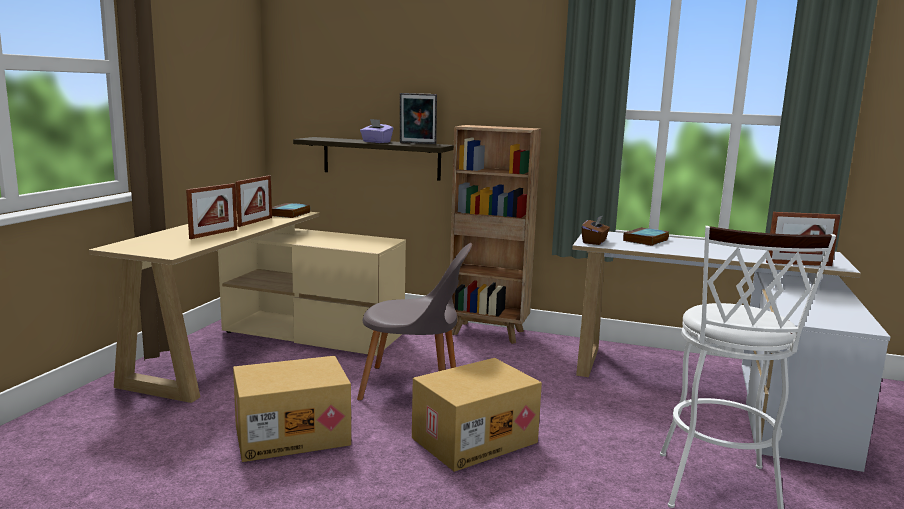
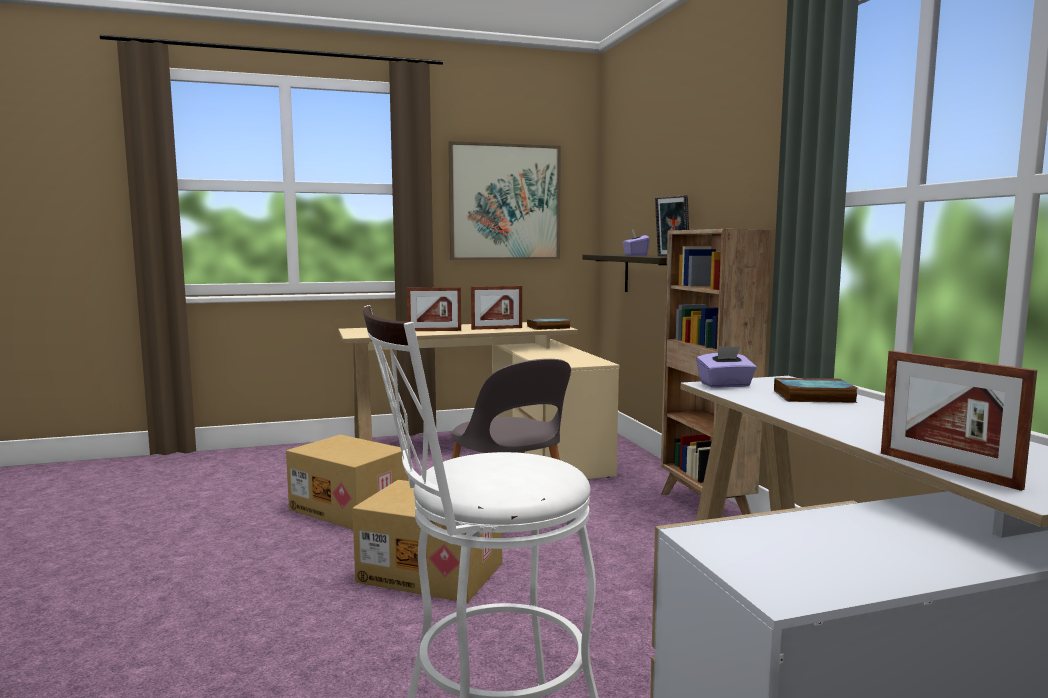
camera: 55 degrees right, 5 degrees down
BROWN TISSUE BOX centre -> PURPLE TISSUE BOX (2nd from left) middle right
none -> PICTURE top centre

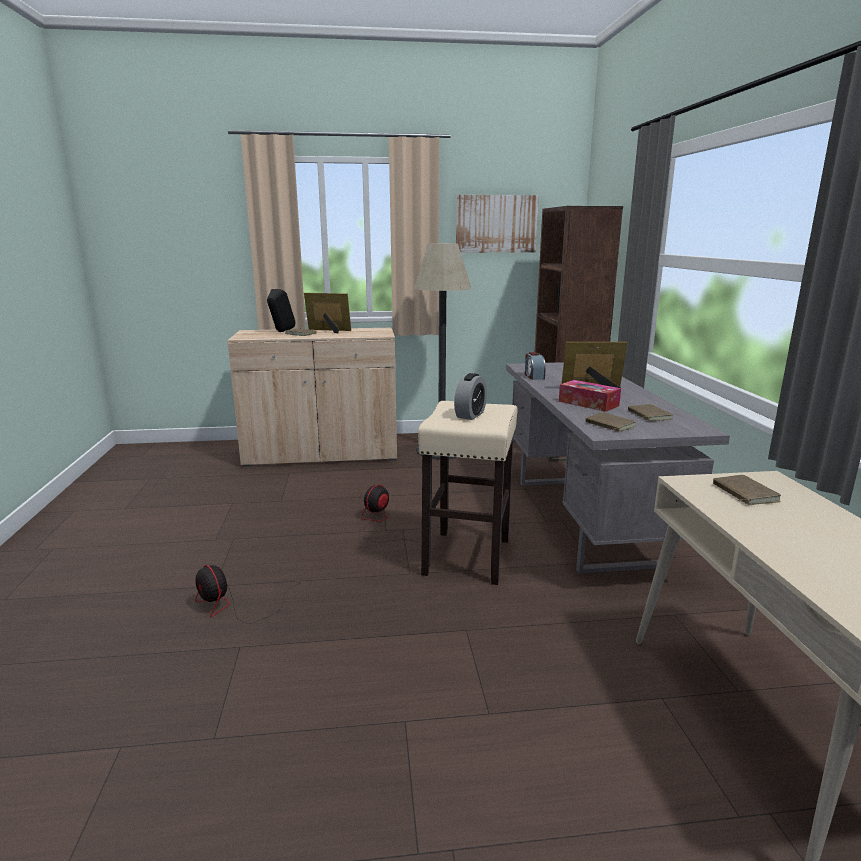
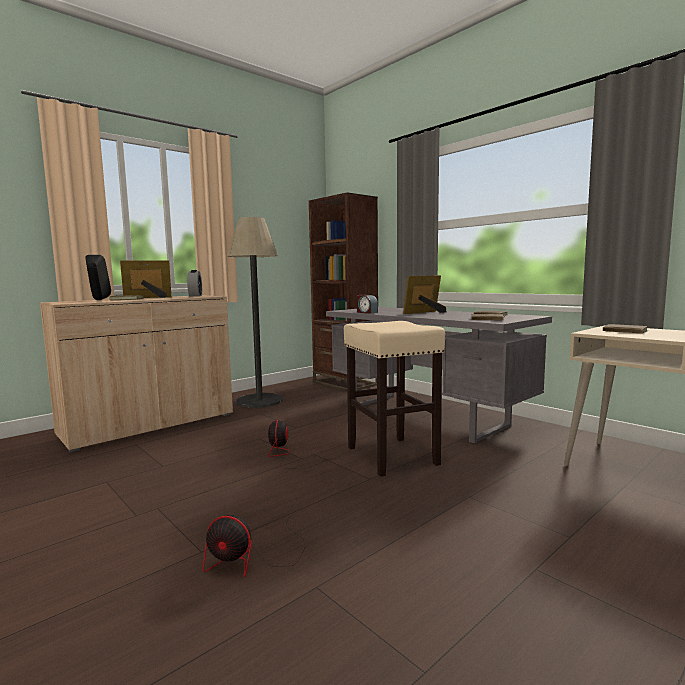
camera: 35 degrees left, 10 degrees down
PICTURE top centre -> none
ALARM CLOCK (1st from left) centre -> ALARM CLOCK (1st from left) middle left, moved
TISSUE BOX middle right -> none

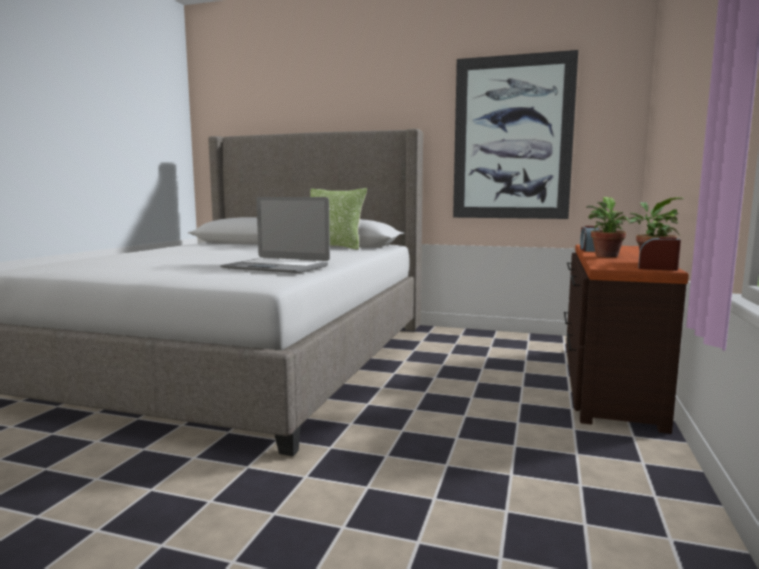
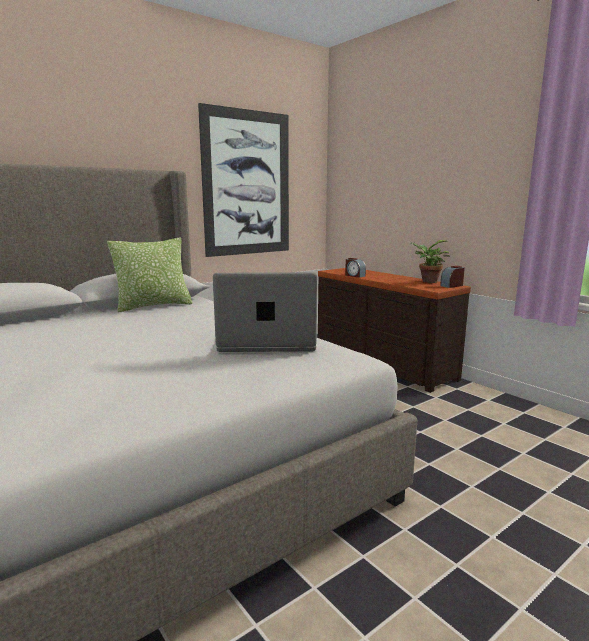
camera: 55 degrees left, 5 degrees up
LAPTOP centre, 150 degrees counterclockwise
POTTED PLANT (1st from left) middle right -> none

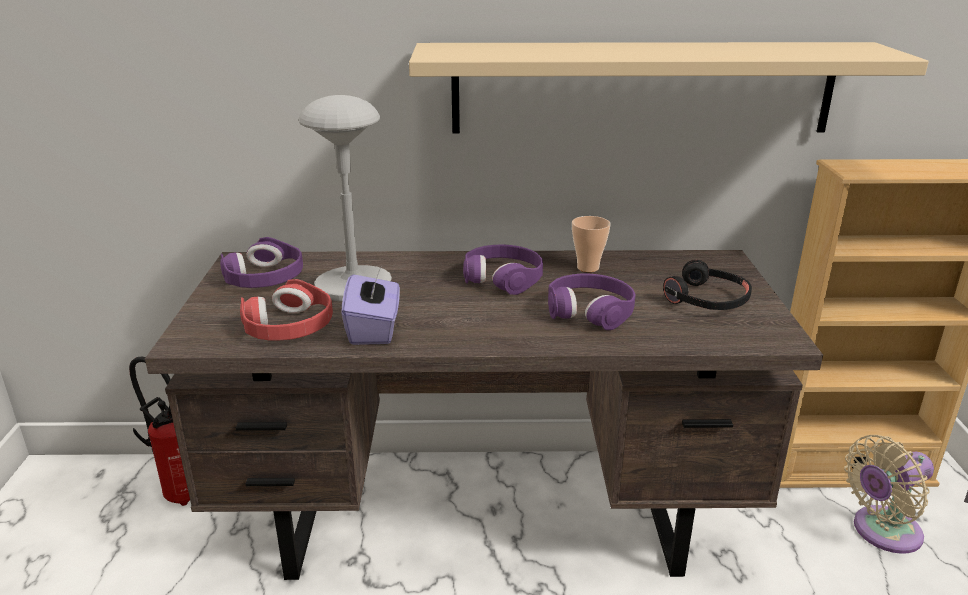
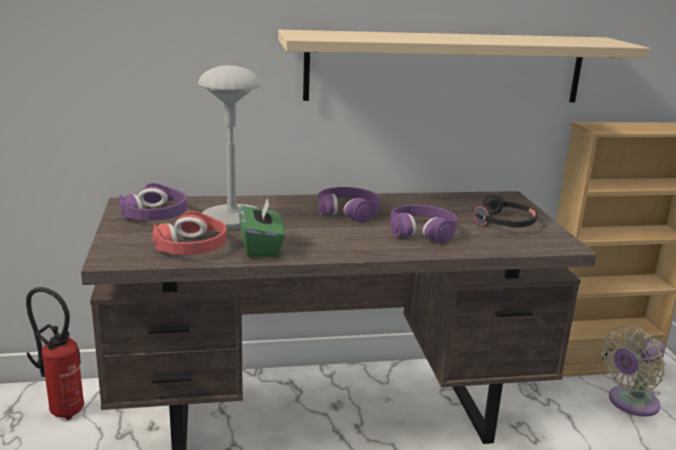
camera: 10 degrees left, 5 degrees down
CUP centre -> none
PURPLE TISSUE BOX centre -> GREEN TISSUE BOX centre

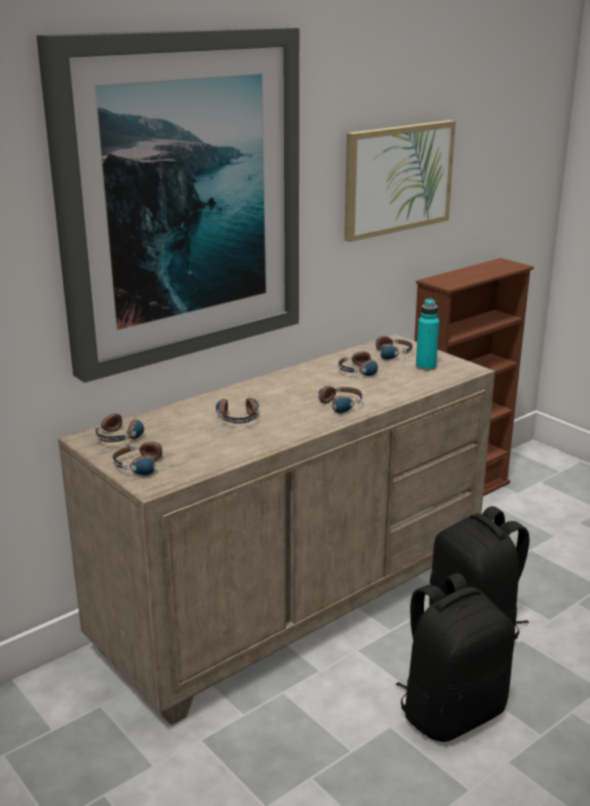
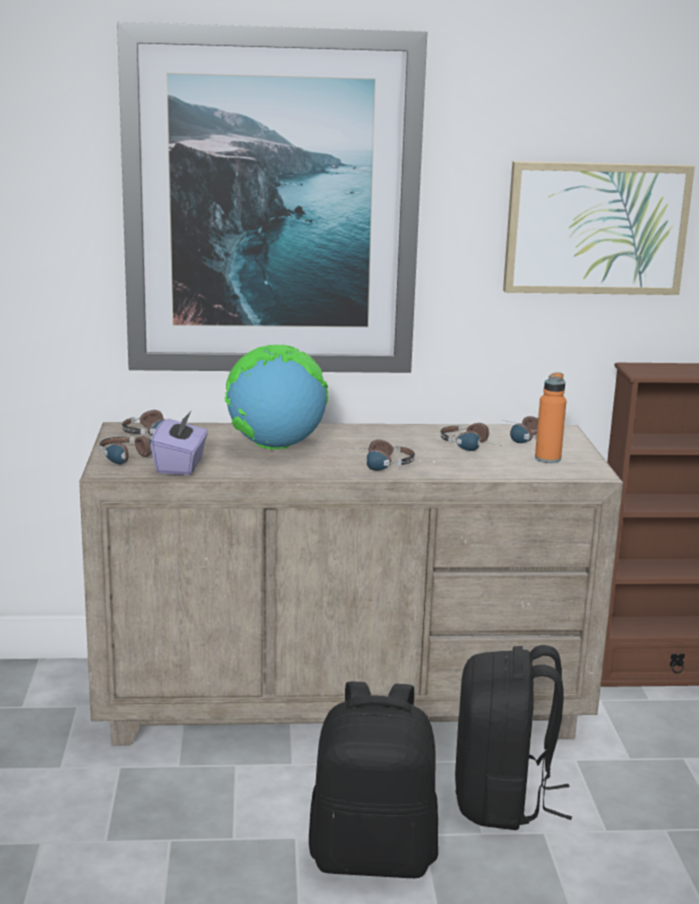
camera: 35 degrees right, 5 degrees down
TURQUOISE BOTTLE middle right -> ORANGE BOTTLE middle right
HEADPHONES (3rd from left) centre -> GLOBE centre
none -> PURPLE TISSUE BOX middle left

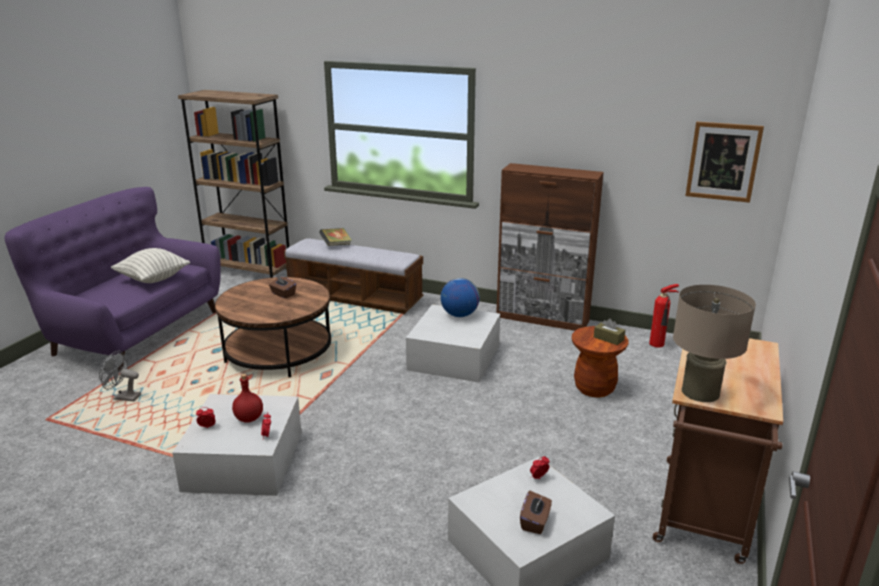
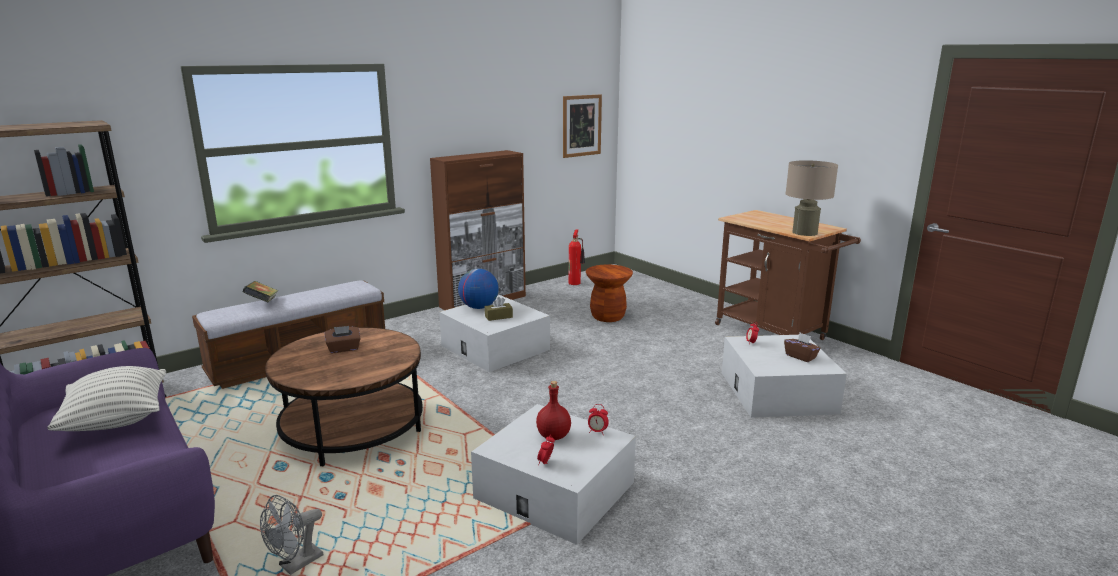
camera: 60 degrees left, 5 degrees down
BROWN TISSUE BOX (3rd from left in the first image) middle right -> BROWN TISSUE BOX (2nd from left) centre, moved

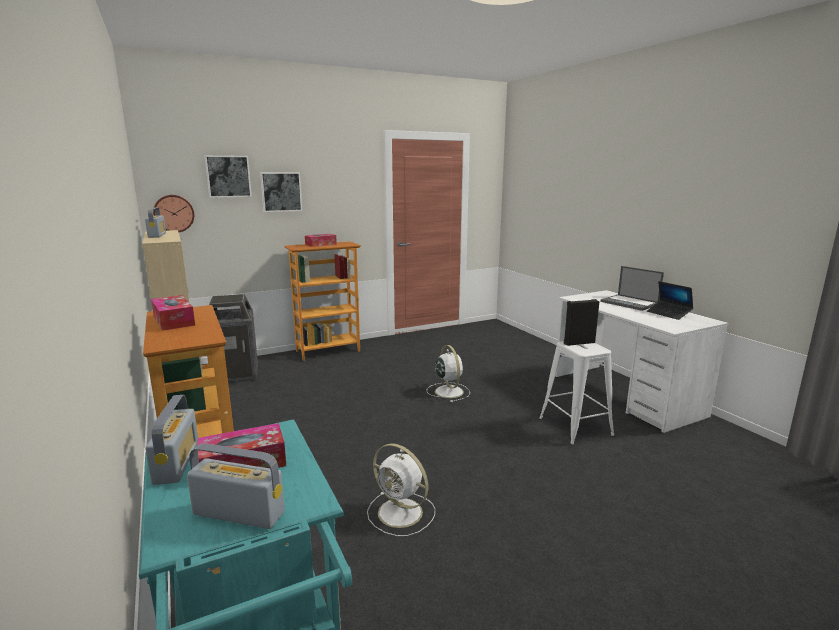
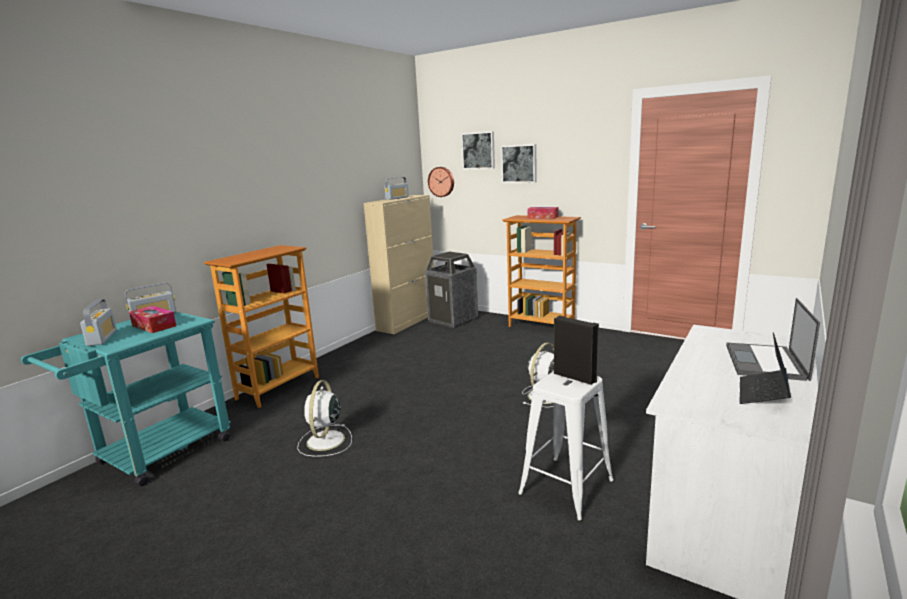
camera: 60 degrees right, 0 degrees up
TISSUE BOX (1st from left) middle left -> none

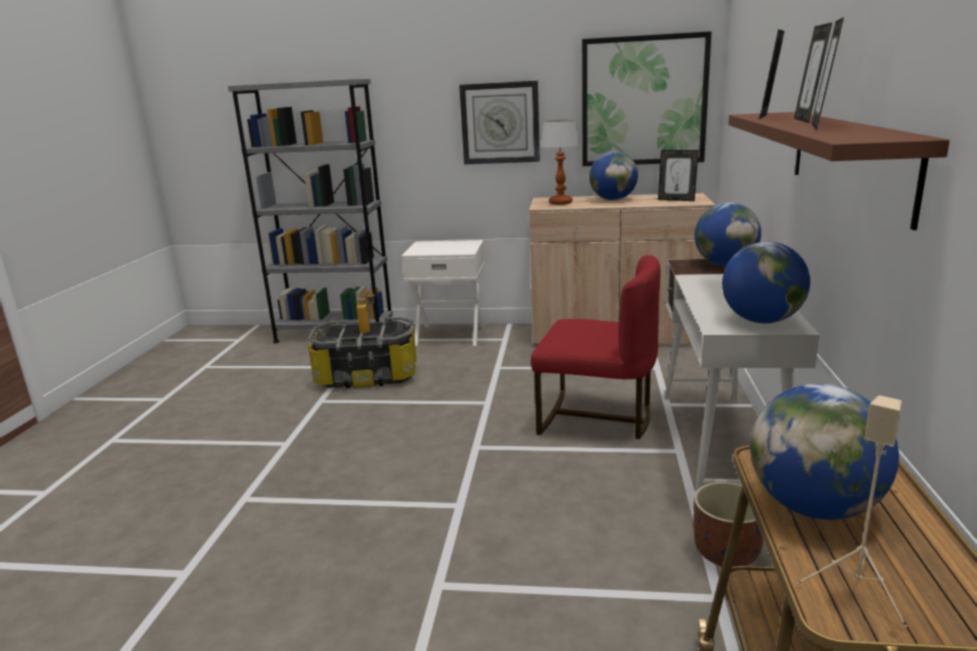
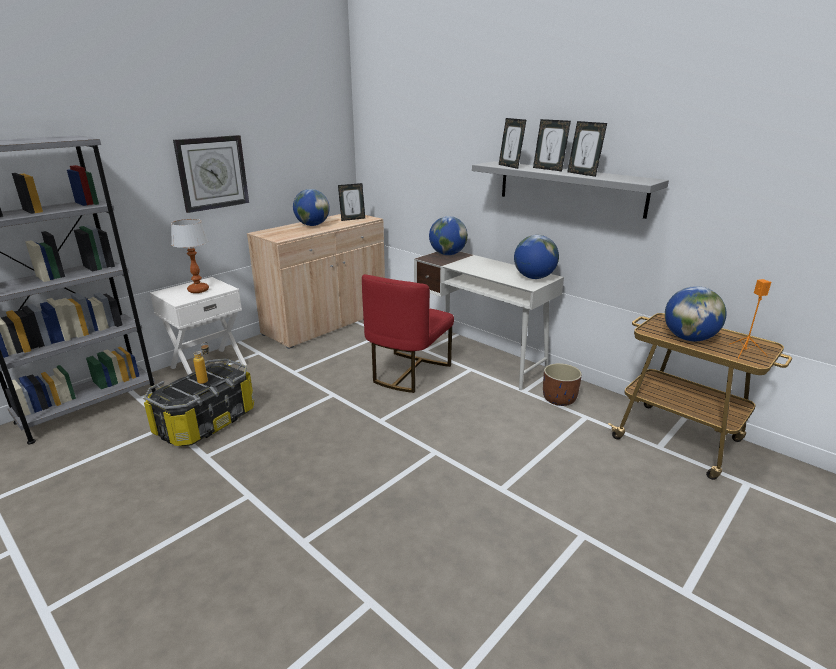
camera: 55 degrees left, 5 degrees up
PICTURE top centre -> none
BROWN SHELF top right -> GREY SHELF top right
TABLE LAMP top centre -> TABLE LAMP middle left, moved
RED CHAIR centre, 150 degrees clockwise
BEIGE SPEAKER bottom right -> ORANGE SPEAKER middle right

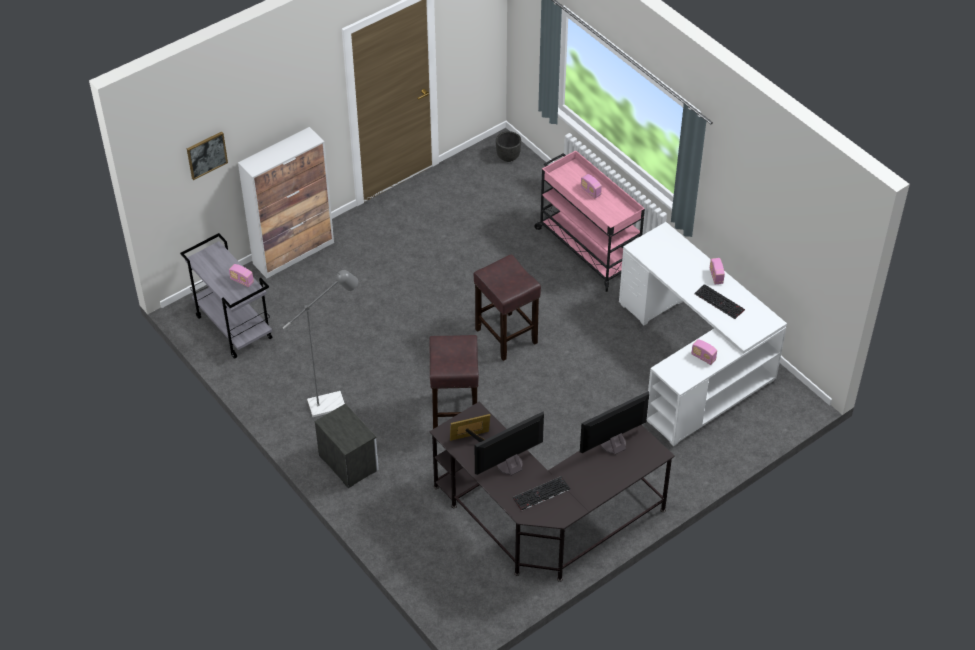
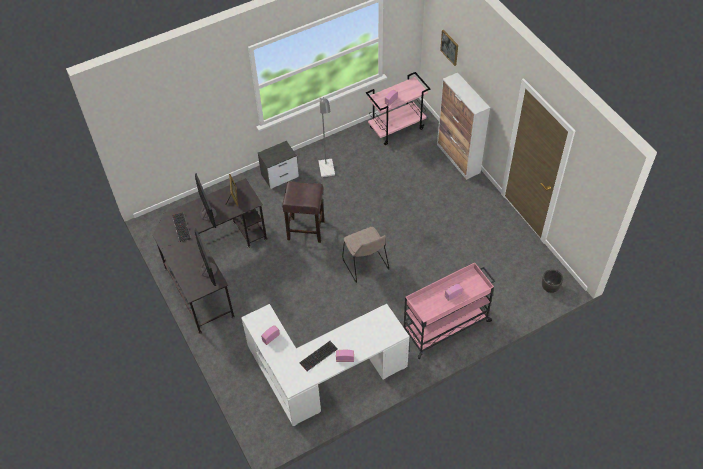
camera: 100 degrees right, 5 degrees up
GREY CART middle left -> PINK CART (1st from left) top centre
BROWN STOOL (2nd from left) centre -> BEIGE CHAIR centre

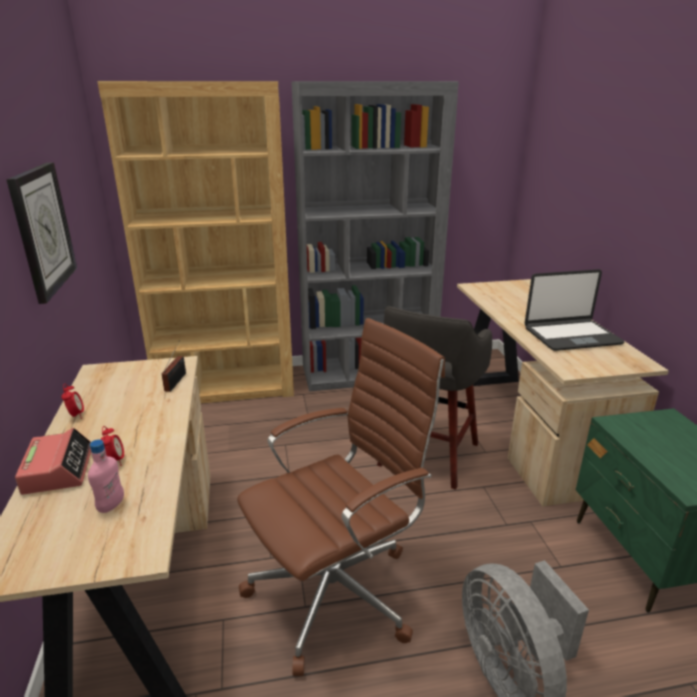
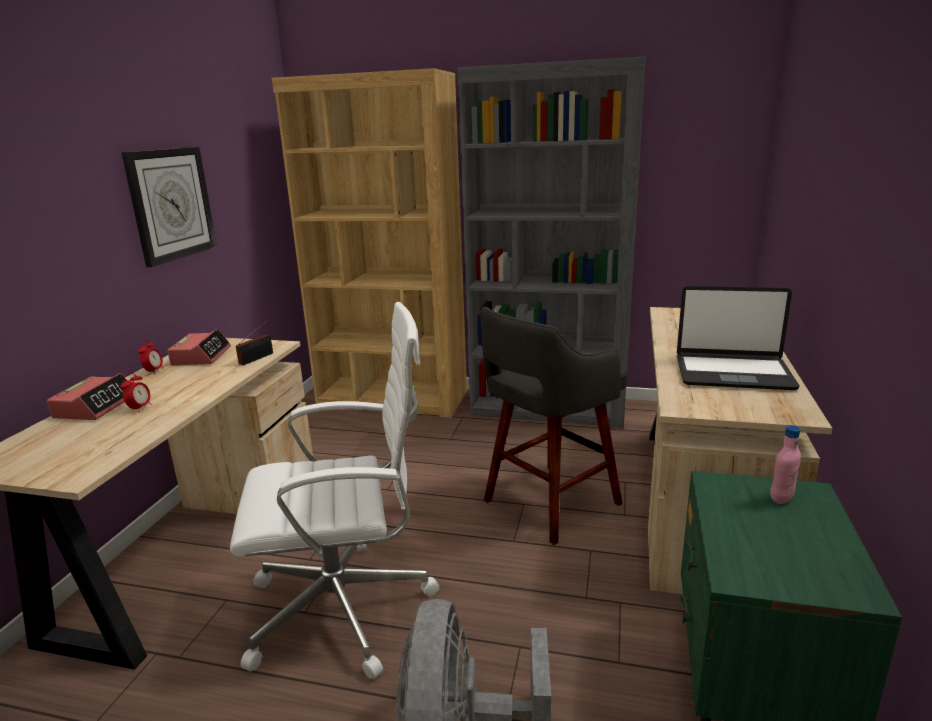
camera: 25 degrees right, 5 degrees down
BROWN OFFICE CHAIR bottom centre -> WHITE OFFICE CHAIR bottom centre
PINK BOTTLE bottom left -> PINK BOTTLE middle right, moved
none -> ALARM CLOCK (4th from left) middle left

